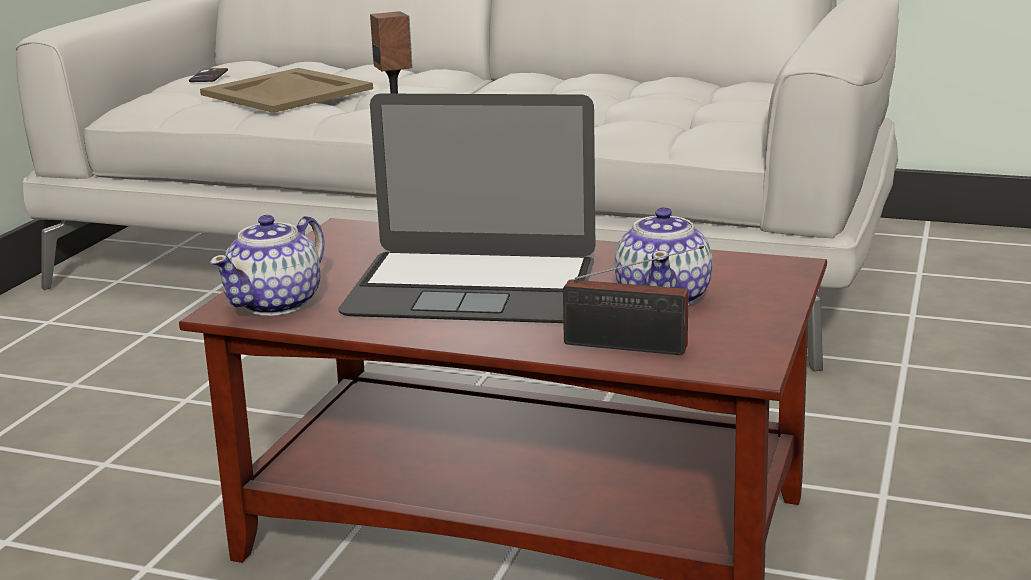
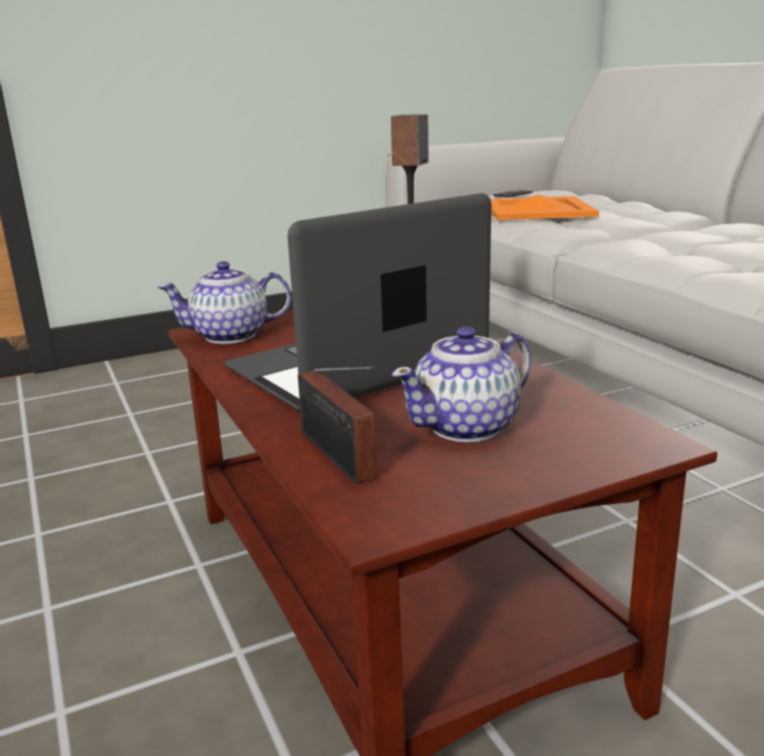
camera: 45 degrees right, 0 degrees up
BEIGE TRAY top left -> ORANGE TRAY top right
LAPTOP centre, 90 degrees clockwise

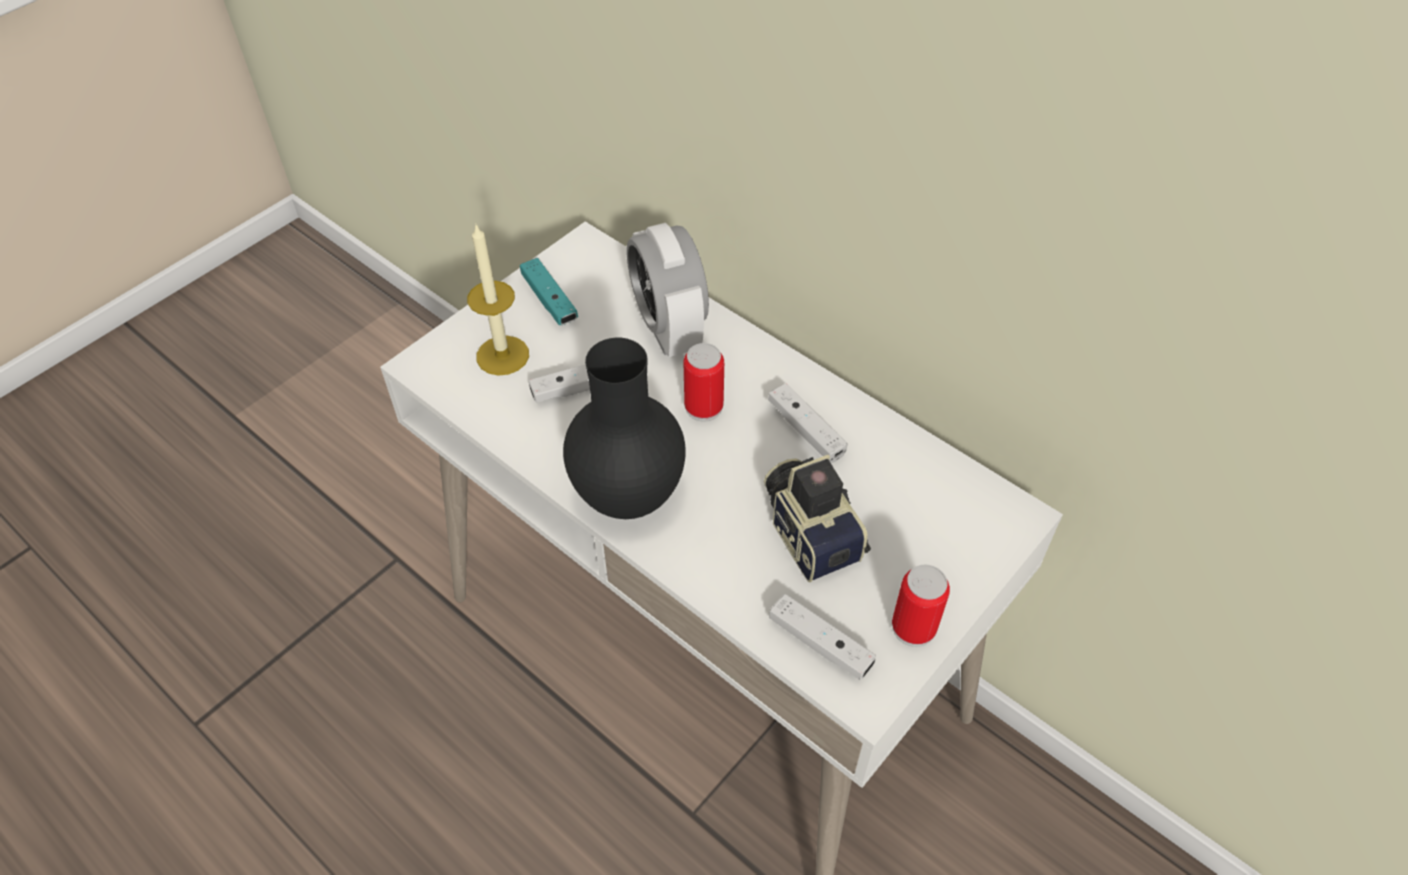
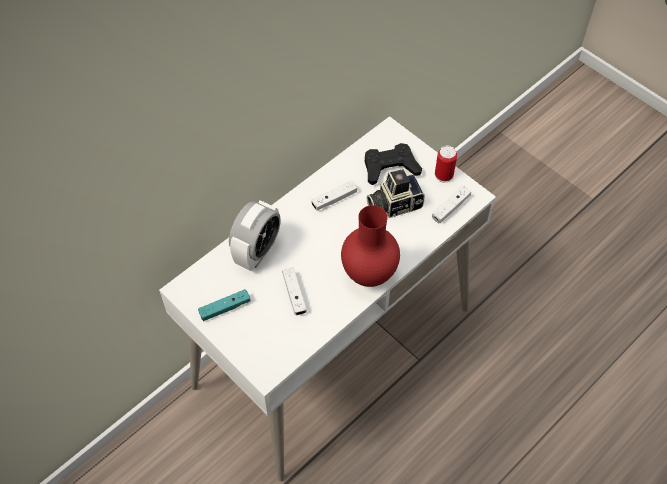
camera: 85 degrees left, 5 degrees up
CANDLE centre -> none
ALARM CLOCK top centre -> ALARM CLOCK centre, 45 degrees counterclockwise
BLACK VASE centre -> RED VASE centre
CAN (1st from left) centre -> none
none -> BLACK GAME CONTROLLER centre

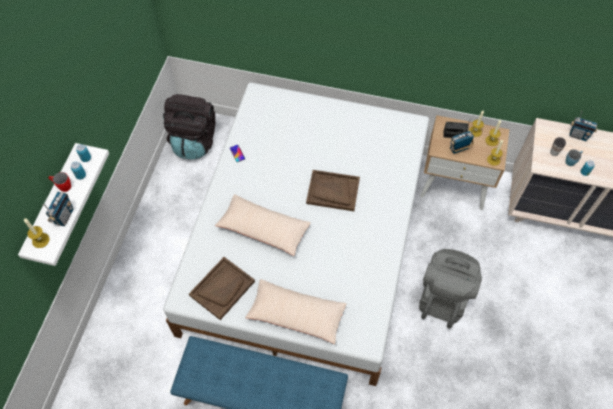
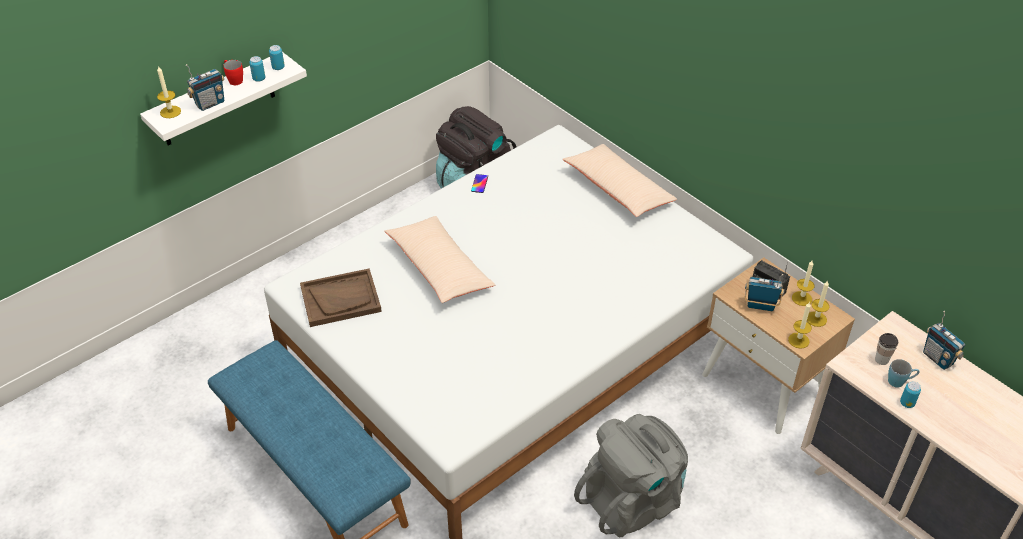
camera: 35 degrees right, 15 degrees down
BROWN TRAY (2nd from left) centre -> none
BEIGE PILLOW (2nd from left) bottom centre -> BEIGE PILLOW (2nd from left) centre, moved

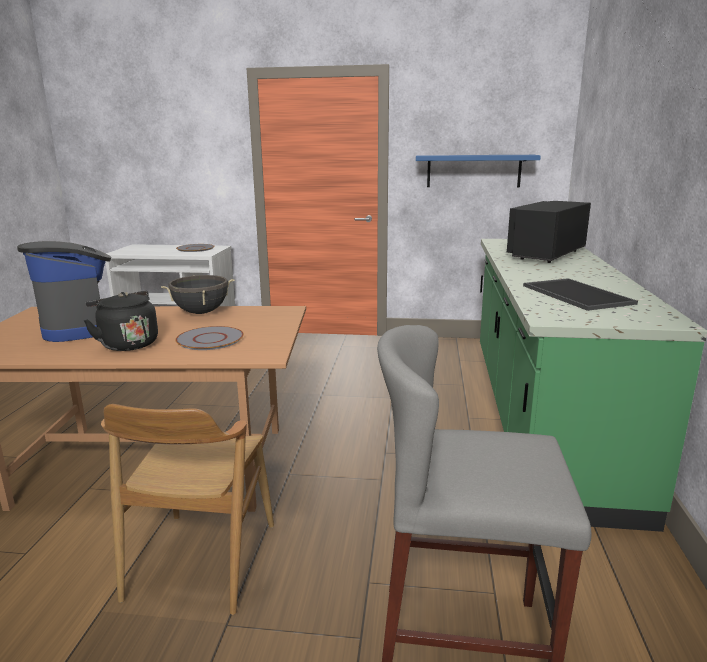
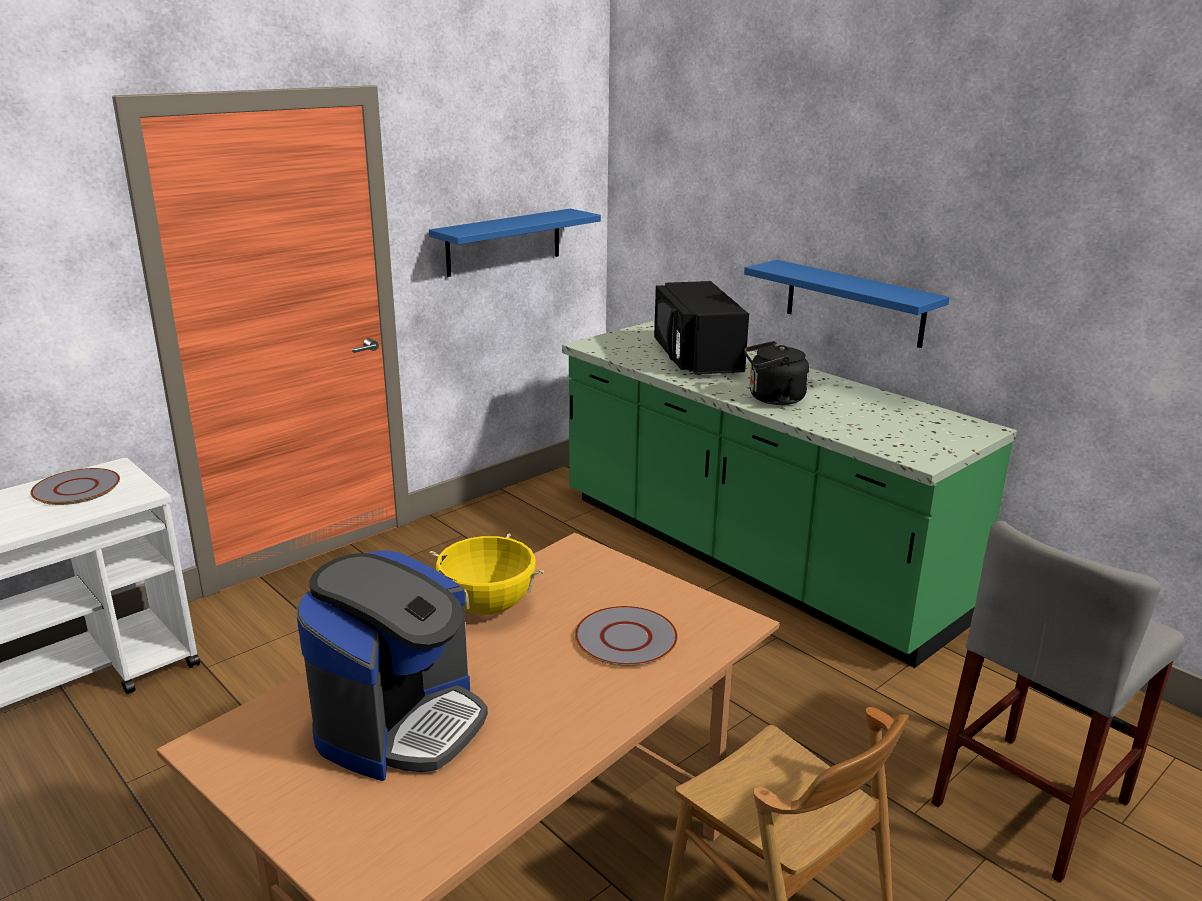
camera: 50 degrees left, 5 degrees up
COFFEE MACHINE middle left -> COFFEE MACHINE bottom left, 105 degrees clockwise
BLACK COOKING POT middle left -> YELLOW COOKING POT centre
TRAY middle right -> none
BLACK KETTLE middle left -> BLACK KETTLE centre, moved
none -> BLUE SHELF (2nd from left) middle right

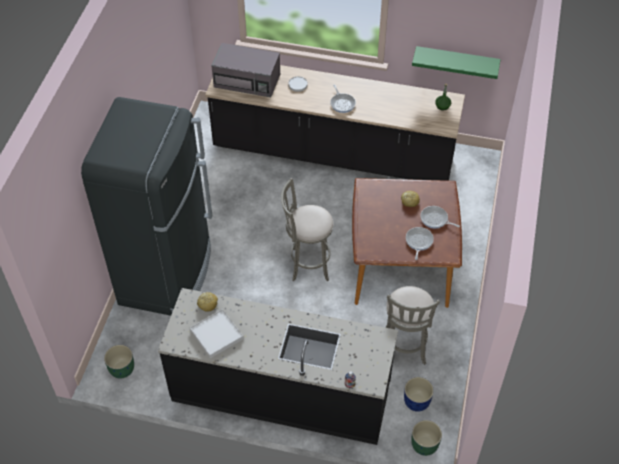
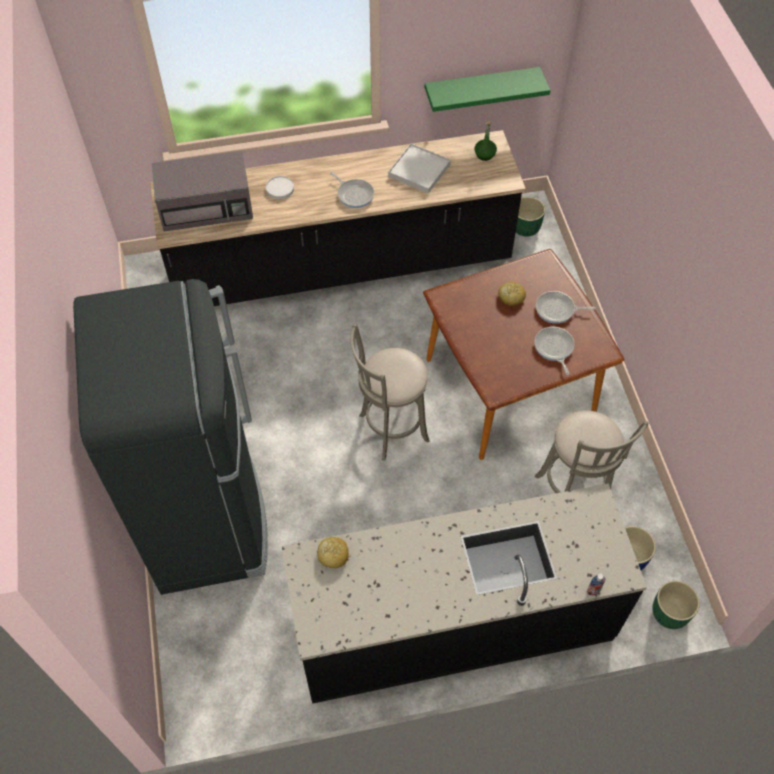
camera: 25 degrees left, 5 degrees up
WHITE TRAY bottom centre -> WHITE TRAY top centre, moved
GREEN PLANTER (1st from left) bottom left -> GREEN PLANTER (1st from left) top right, moved

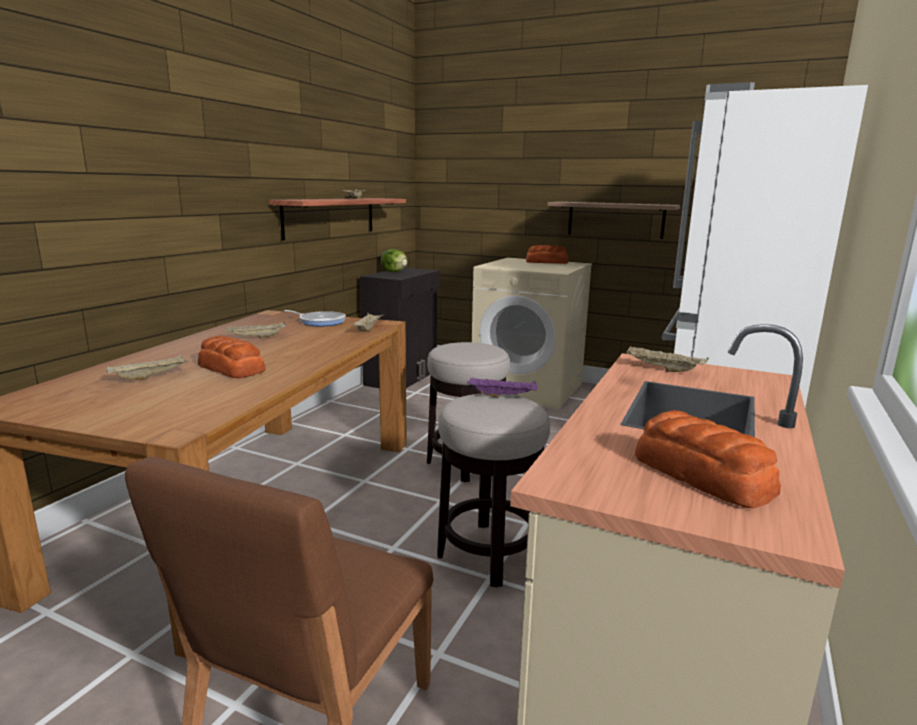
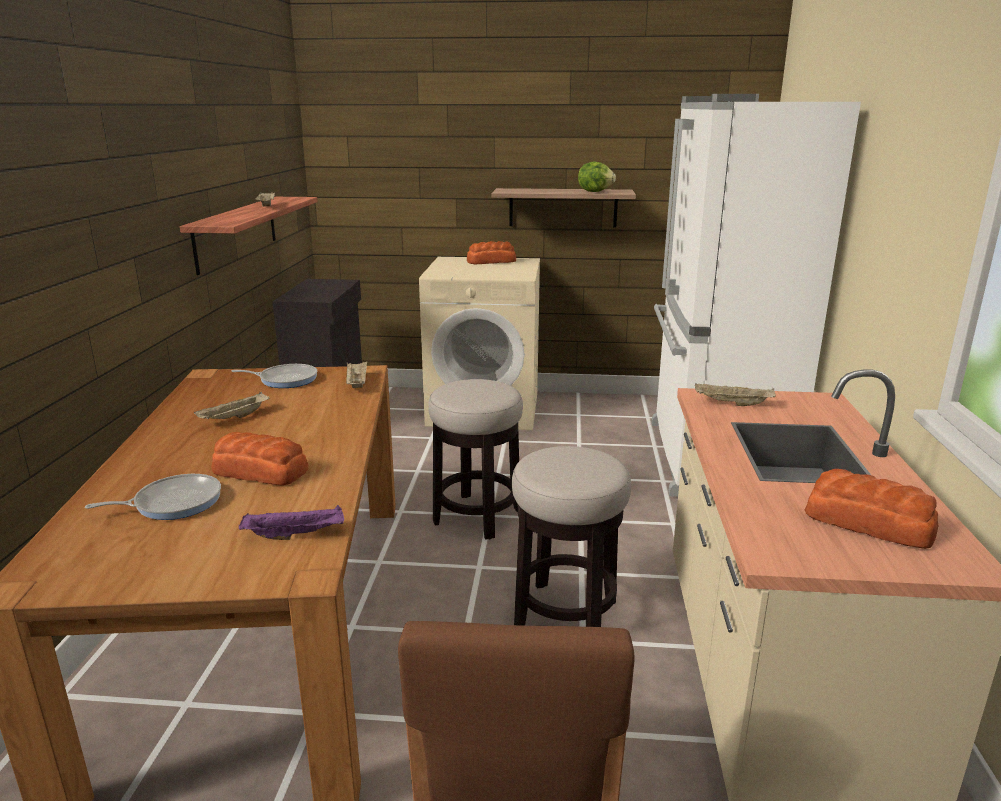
camera: 20 degrees left, 5 degrees up
LETTUCE centre -> LETTUCE top centre, moved
BEIGE TRAY (1st from left) middle left -> FRYING PAN (1st from left) middle left
PURPLE TRAY centre -> PURPLE TRAY middle left, moved

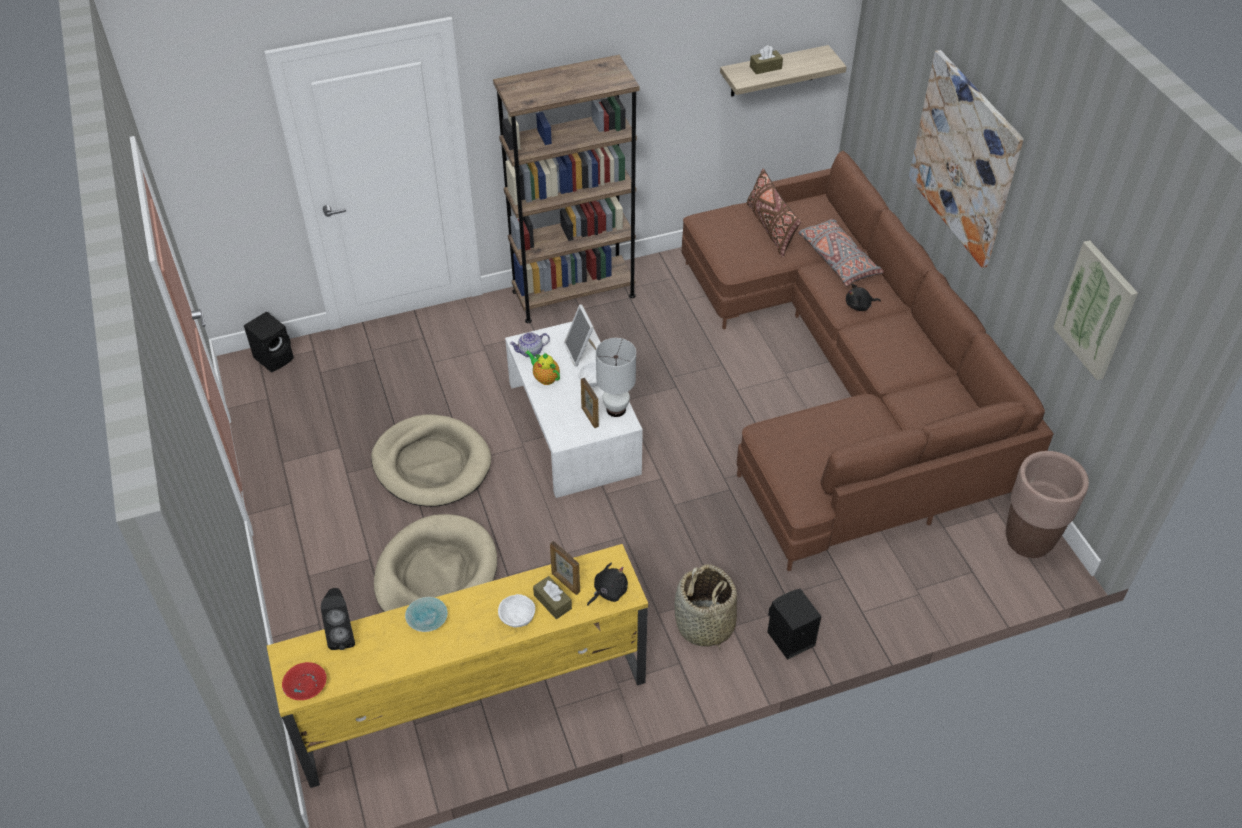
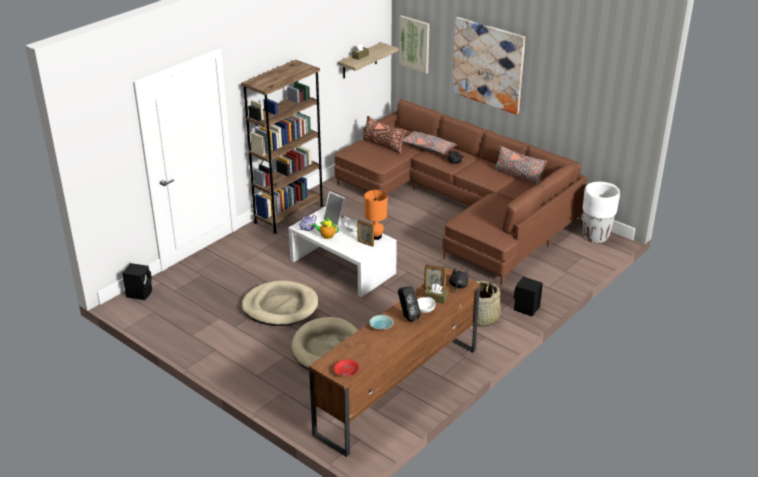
camera: 30 degrees left, 15 degrees down
PICTURE (2nd from left in the first image) middle right -> PICTURE (1st from left) top centre, moved
WHITE TABLE LAMP centre -> ORANGE TABLE LAMP centre
BROWN PLANTER middle right -> WHITE PLANTER middle right
YELLOW TV STAND bottom centre -> BROWN TV STAND bottom centre
BLACK SPEAKER (2nd from left) bottom left -> BLACK SPEAKER (2nd from left) centre, moved
none -> GREY PILLOW (2nd from left) middle right

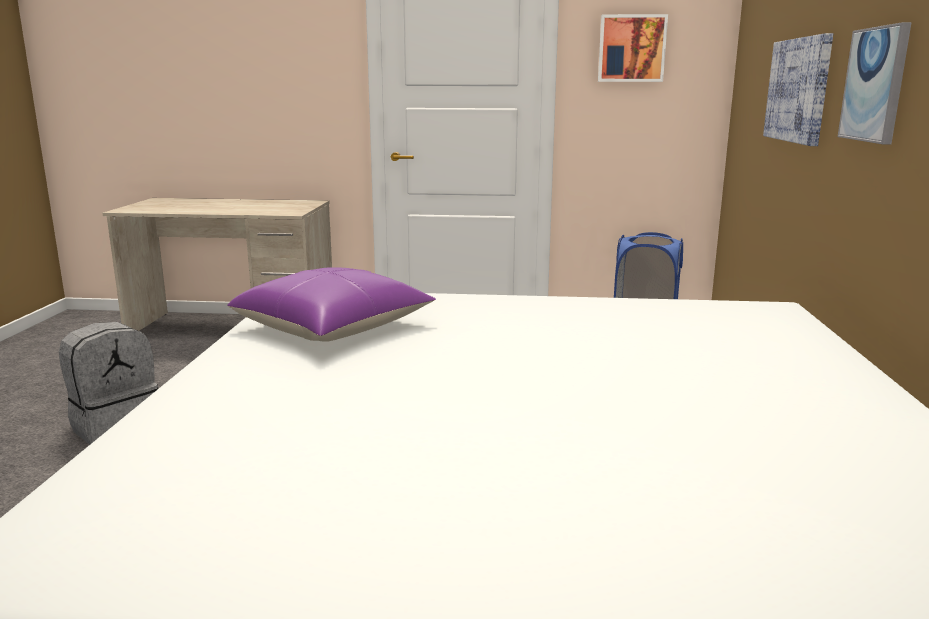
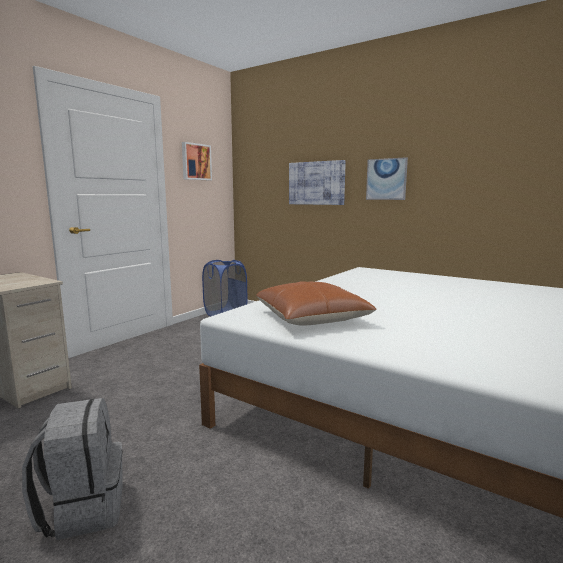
camera: 60 degrees left, 5 degrees down
PURPLE PILLOW centre -> BROWN PILLOW centre

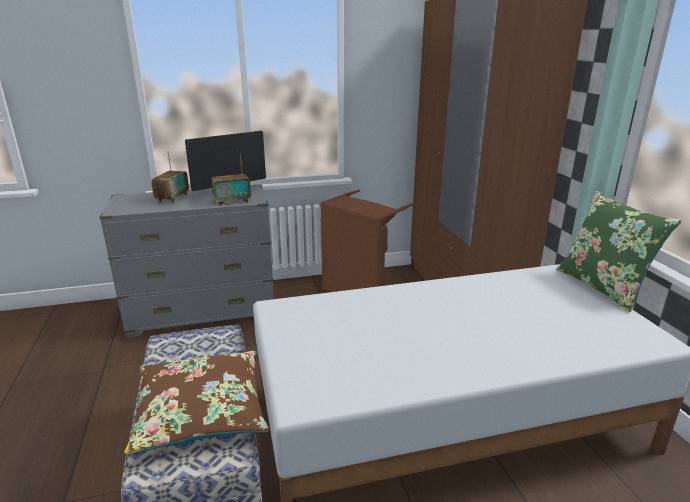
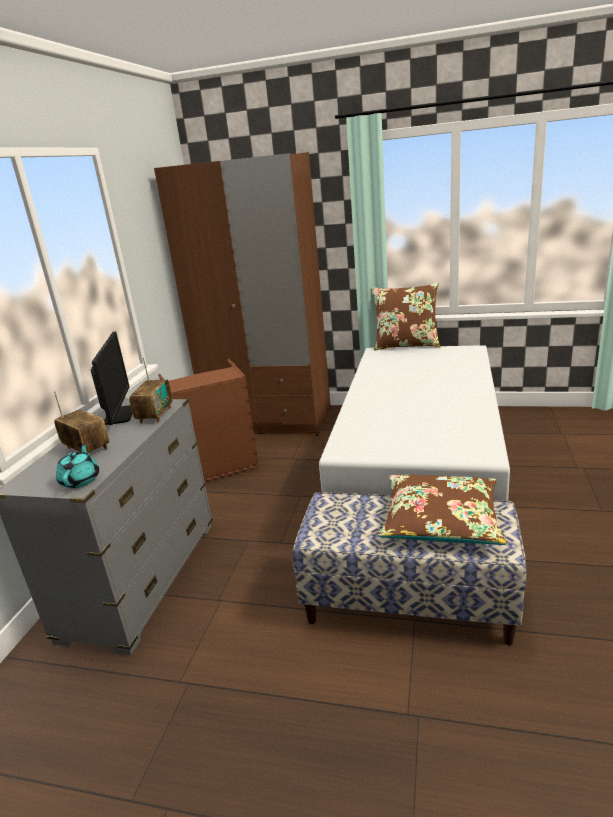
camera: 60 degrees left, 0 degrees up
GREEN PILLOW middle right -> BROWN PILLOW (1st from left) centre
none -> TURQUOISE TEAPOT middle left

